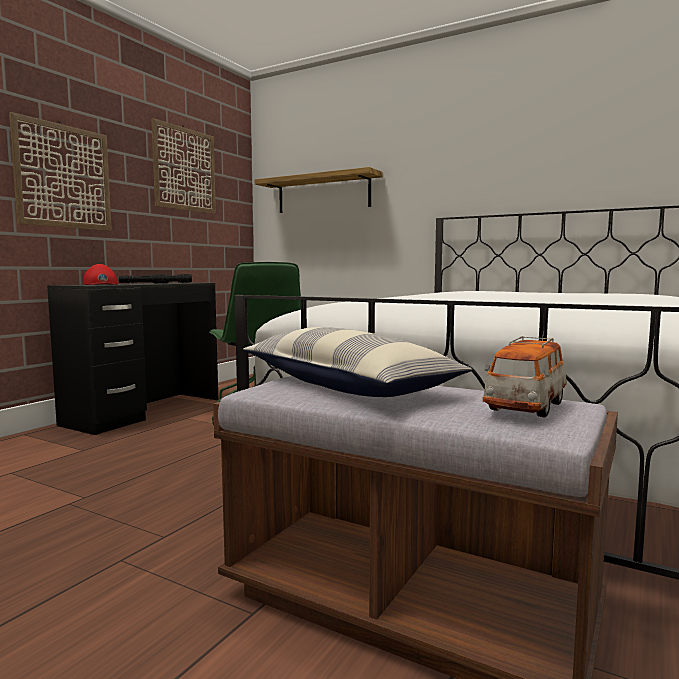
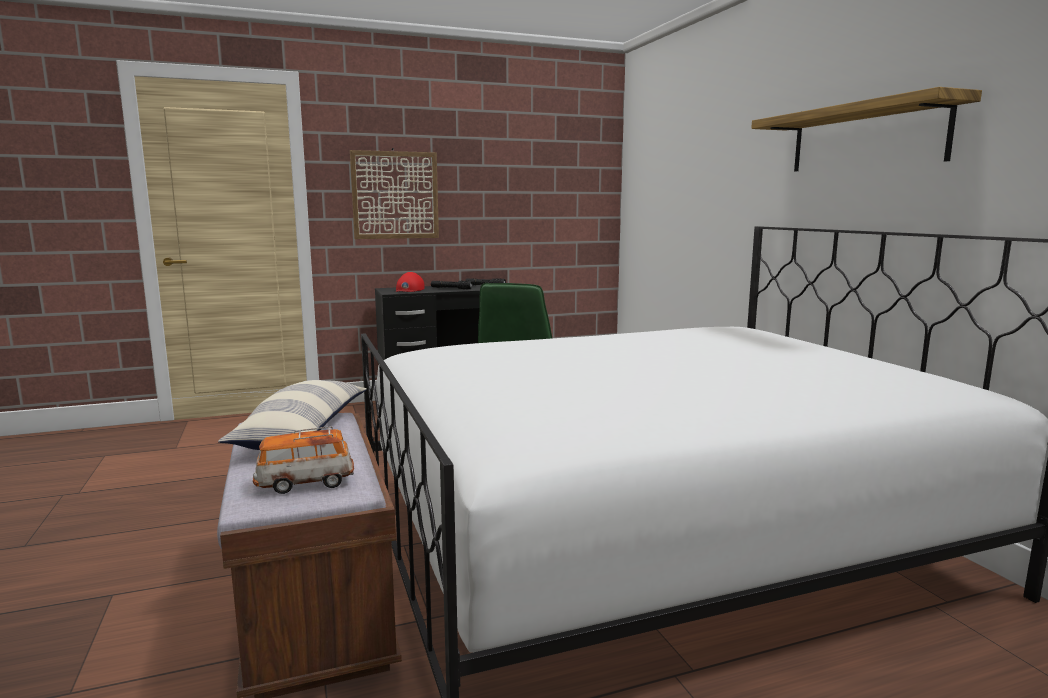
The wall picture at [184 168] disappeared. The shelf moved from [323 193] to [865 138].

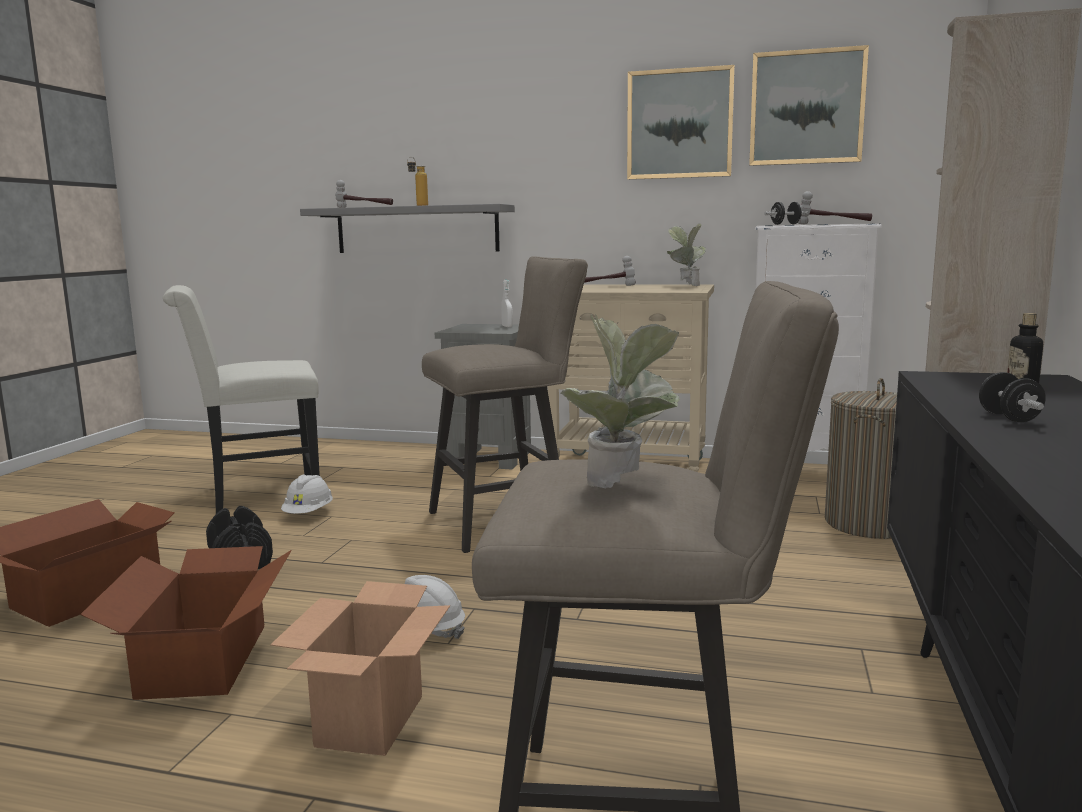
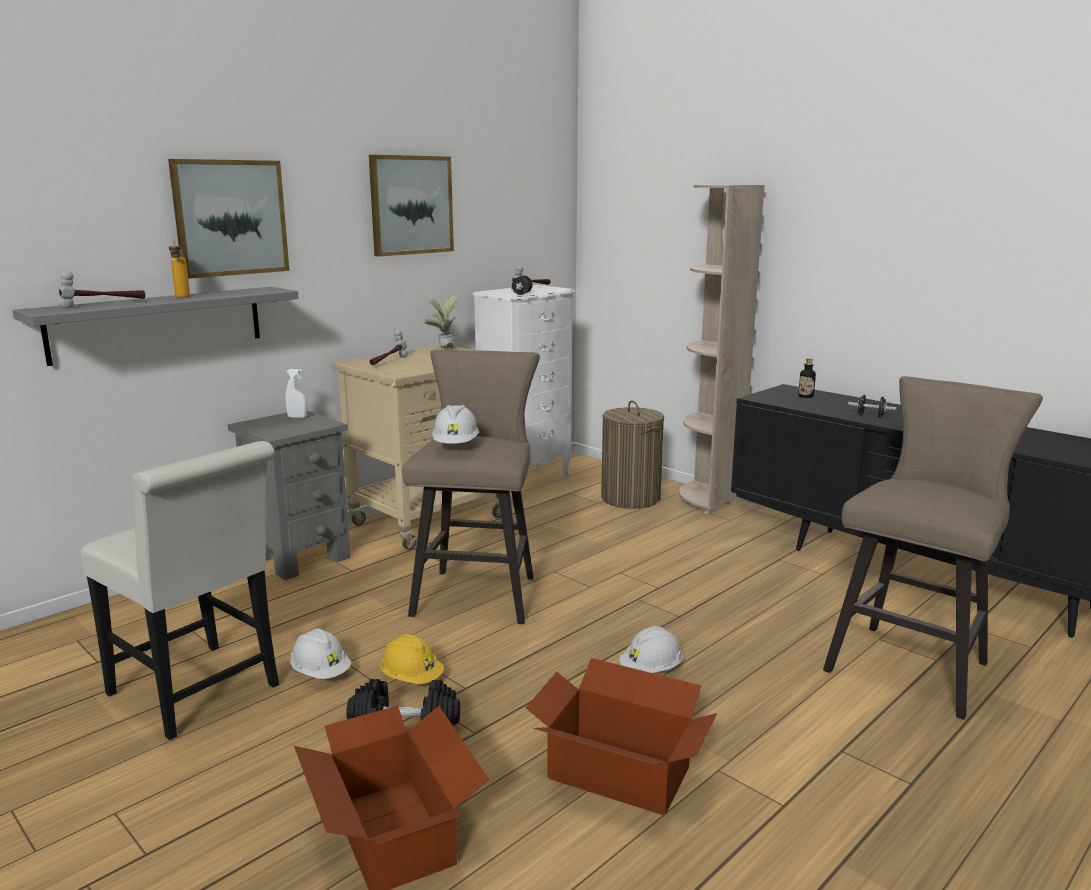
The whitish upright chair at [255 494] turned 60 degrees counterclockwise. The cardboard box at [370 721] disappeared. The potted plant at [625 485] disappeared. The wall picture moved from [806 108] to [230 218]. The yellow work helmet at [412 679] appeared. The whitish work helmet at [456 445] appeared.

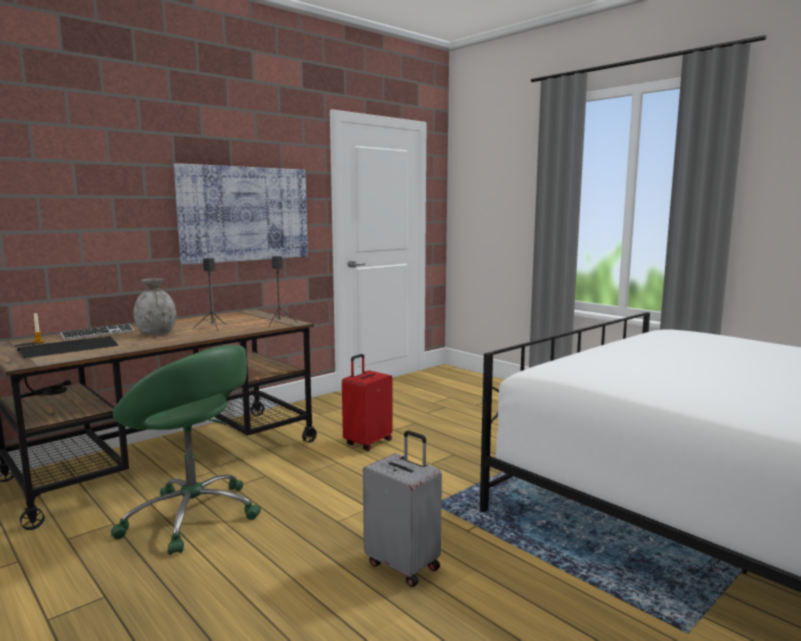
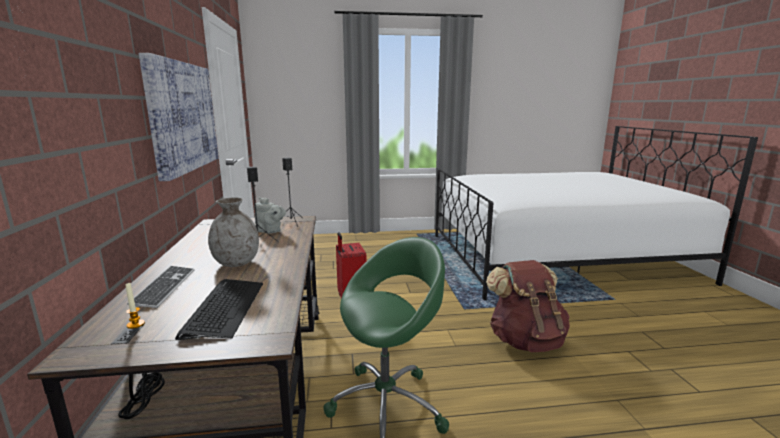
The gray travel case at [404 565] was replaced by the brownish knapsack at [525 340]. The gray pot for tea at [270 231] appeared.

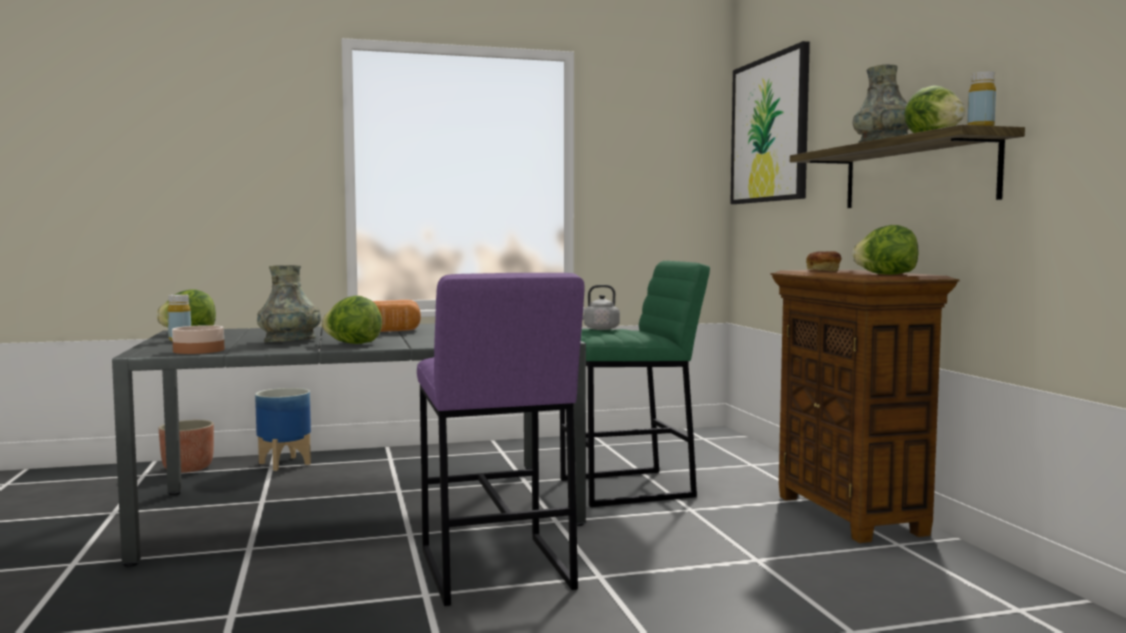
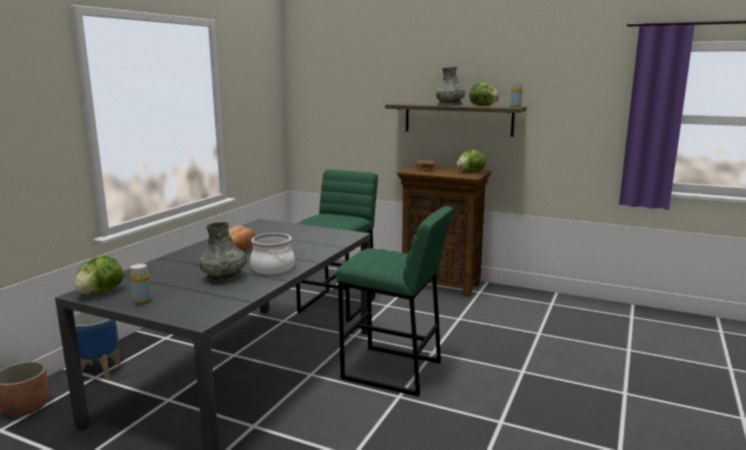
The serving bowl at [198 350] disappeared. The lettuce head at [353 343] was replaced by the saucepot at [273 268]. The purple-coloured stool at [496 570] became the greenish stool at [394 370]. The gray tea kettle at [599 329] disappeared. The wall picture at [769 130] disappeared.

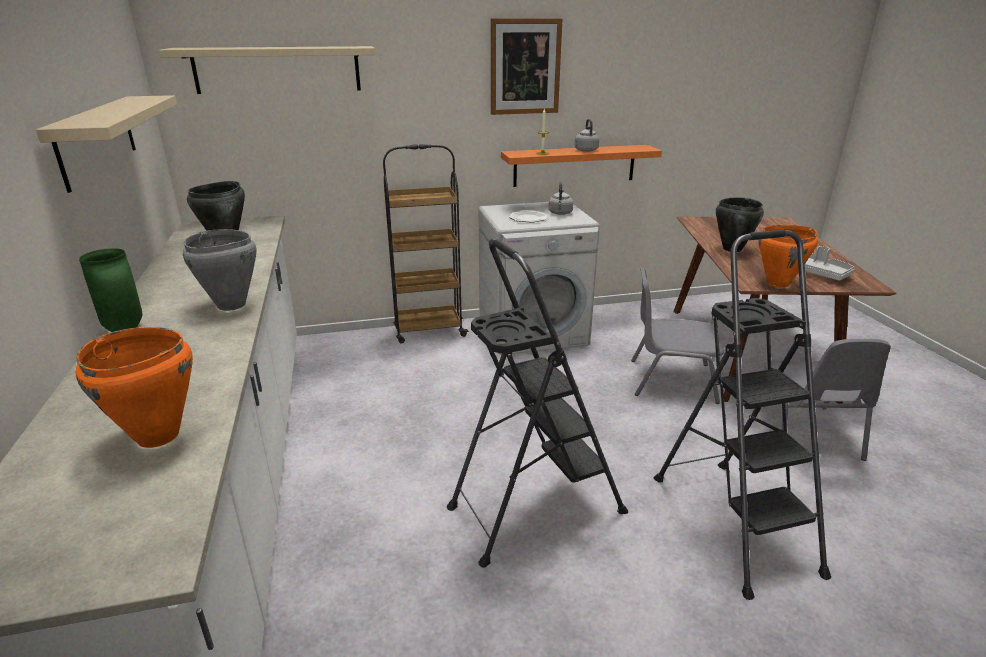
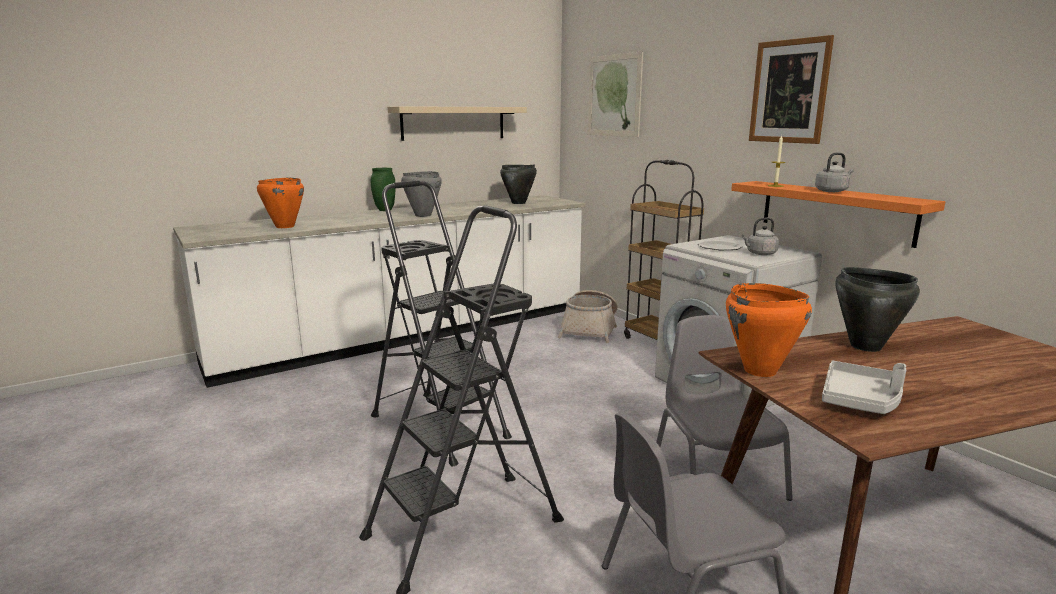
The beige-coloured shelf at [278 69] was replaced by the wall picture at [614 95]. The storage basket at [590 329] appeared.

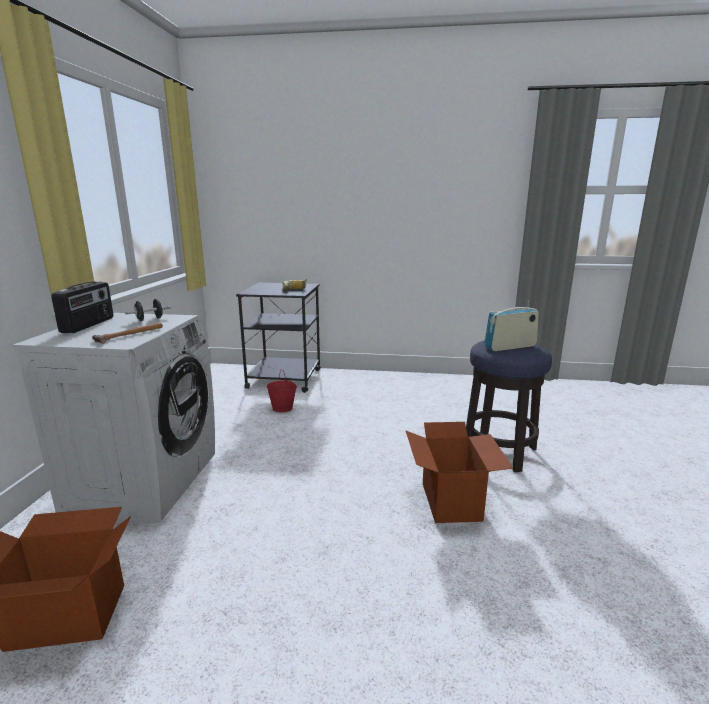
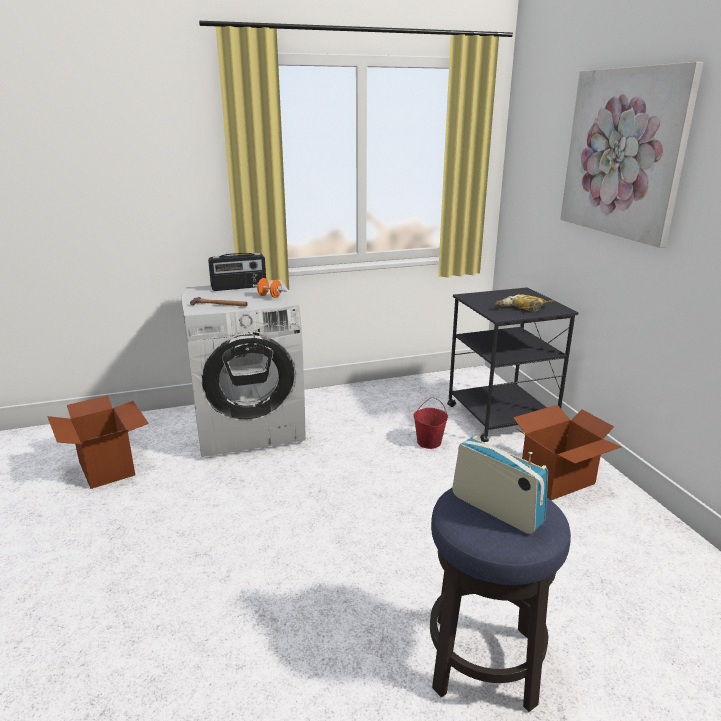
The black-coloured dumbbell at [150 319] became the orangey dumbbell at [270 296]. The cardboard box moved from [452 501] to [558 481]. The wall picture at [623 153] appeared.

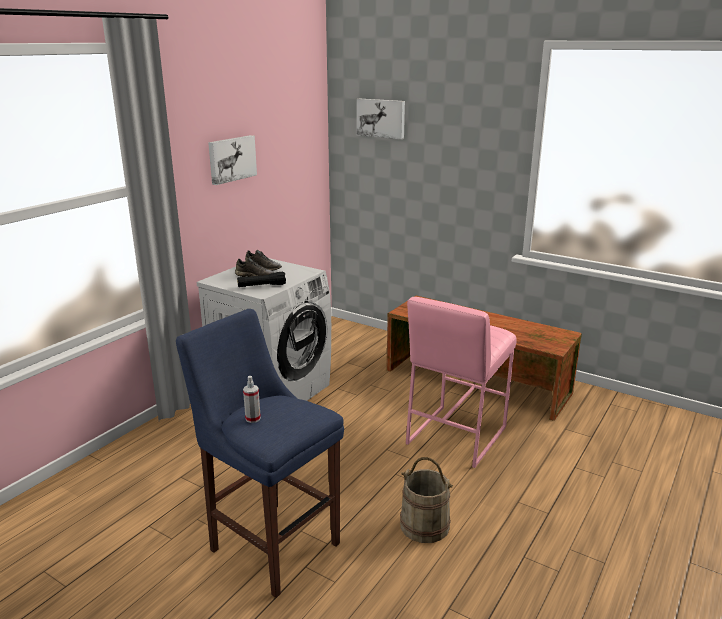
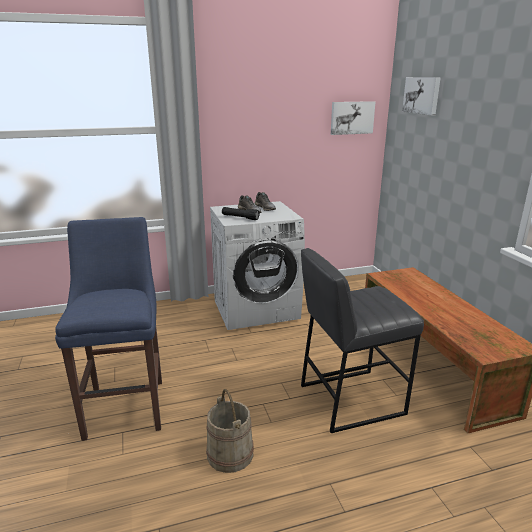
The wall picture moved from [231 159] to [351 117]. The hand sprayer at [253 418] disappeared. The pink-coloured stool at [455 436] became the gray stool at [350 399].

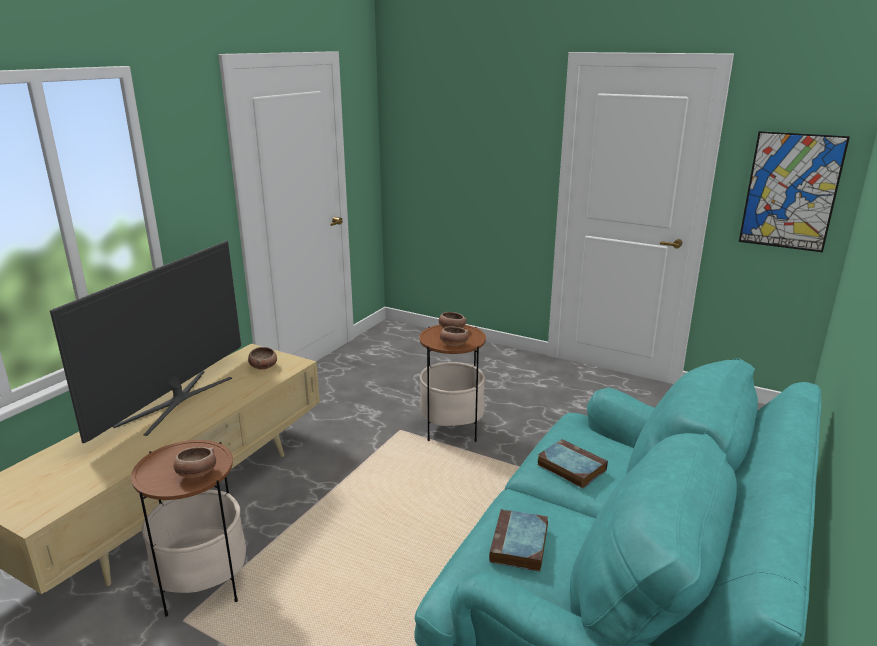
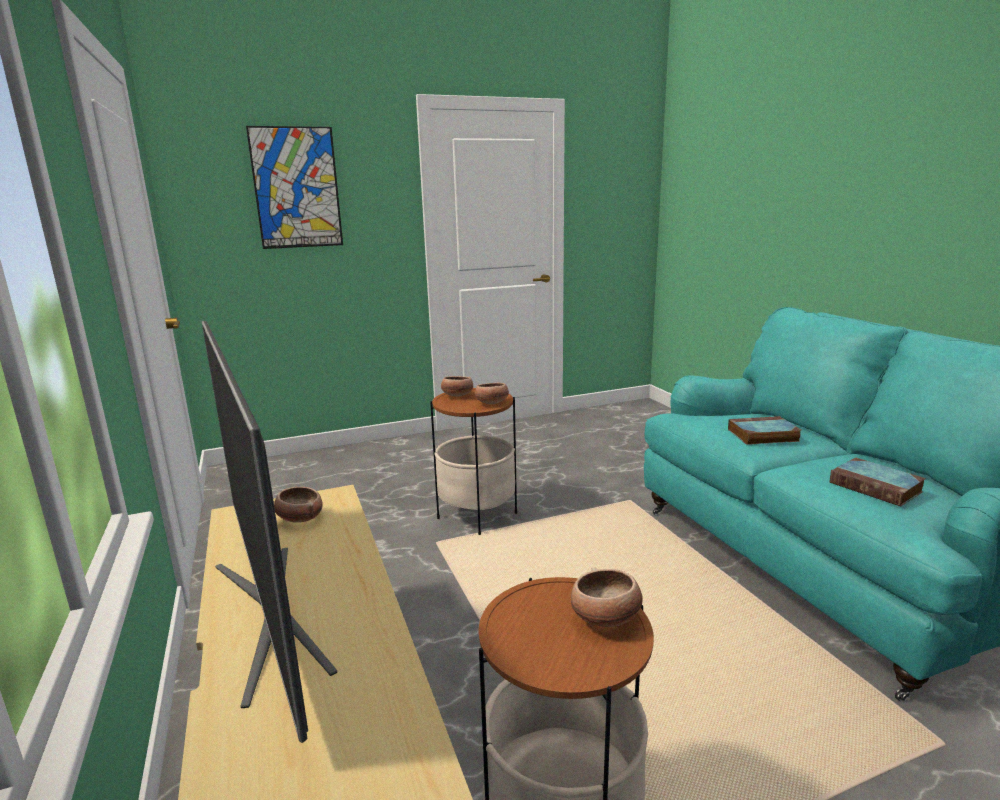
The wall picture moved from [791 191] to [296 188].

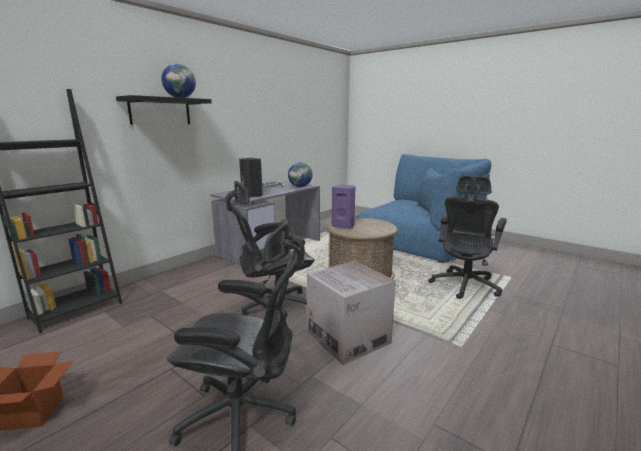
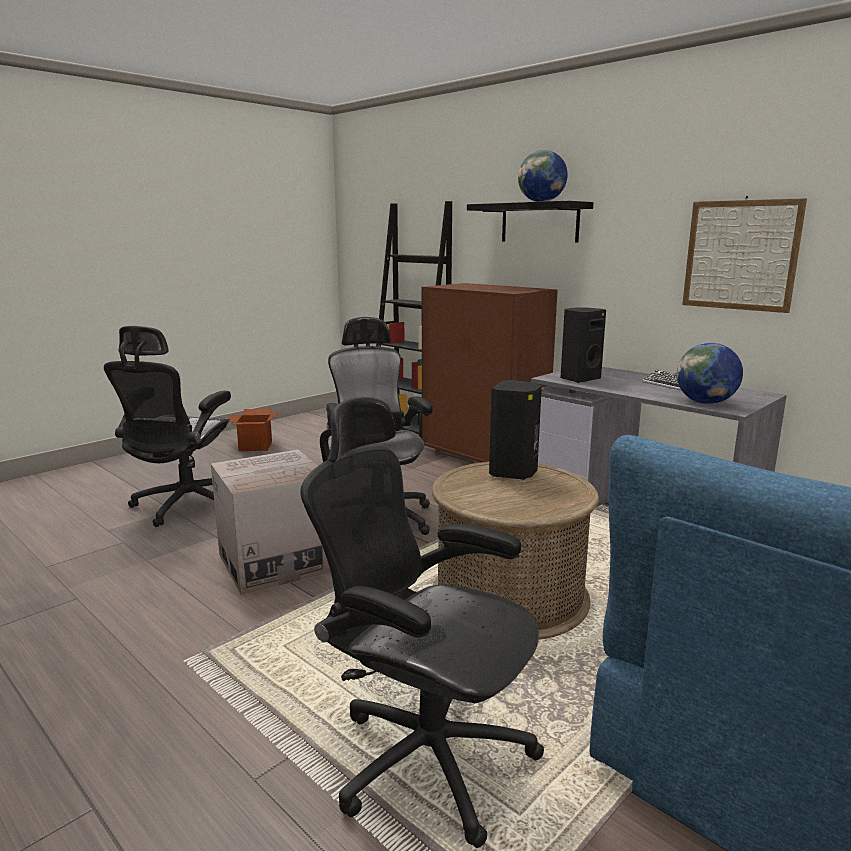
The purple-coloured speaker at [344 226] became the black-coloured speaker at [514 472]. The brownish cupboard at [484 458] appeared. The wall picture at [741 253] appeared.

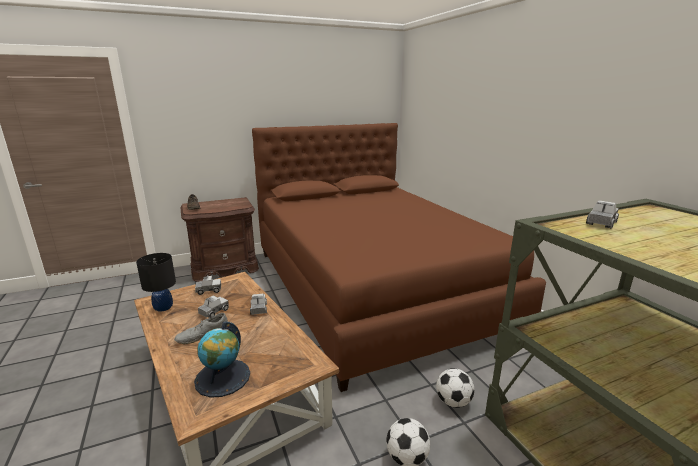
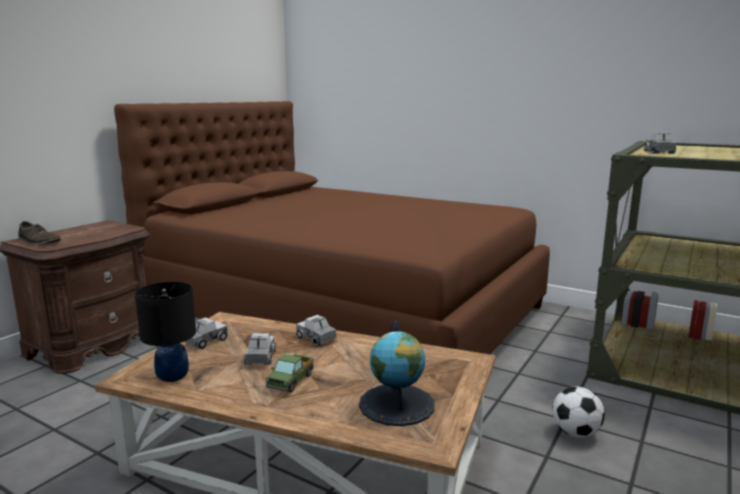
The gray low shoe at [202 334] was replaced by the model truck at [291 381]. The ball for football at [453 402] disappeared.

